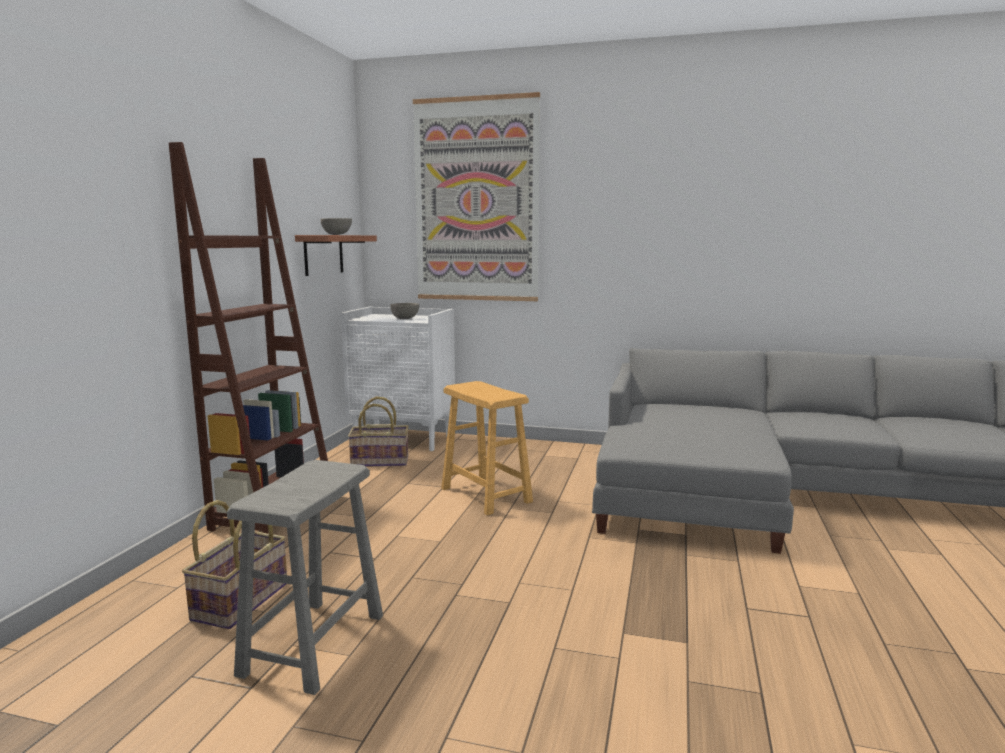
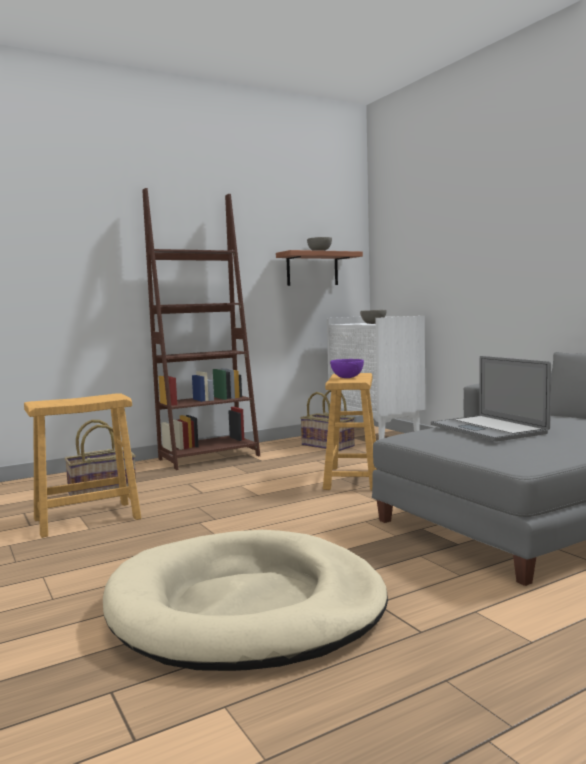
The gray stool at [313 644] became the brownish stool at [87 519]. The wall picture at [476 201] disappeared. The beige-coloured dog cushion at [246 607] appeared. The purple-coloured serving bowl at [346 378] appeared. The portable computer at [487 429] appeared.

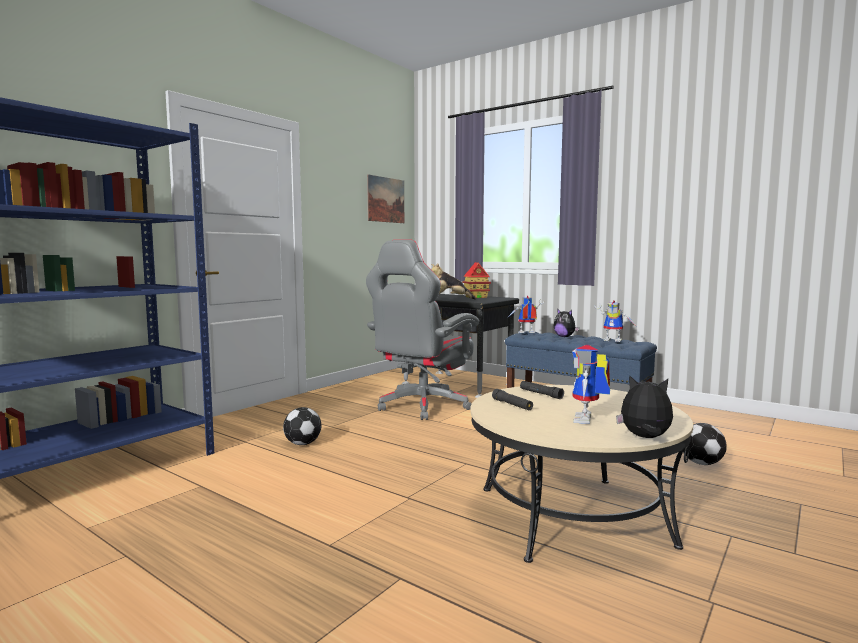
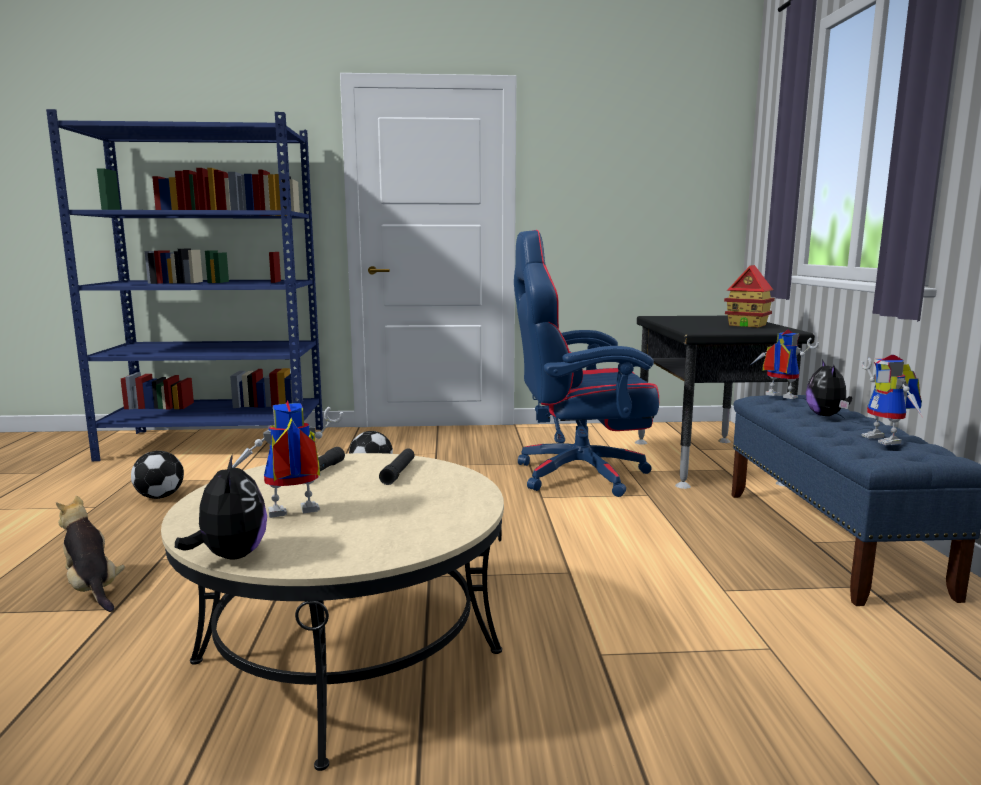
The gray office chair at [423 405] became the bluish office chair at [580 474]. The wall picture at [386 200] disappeared. The cuddly toy moved from [450 299] to [93 589]. The ball for football moved from [701 463] to [160 496].

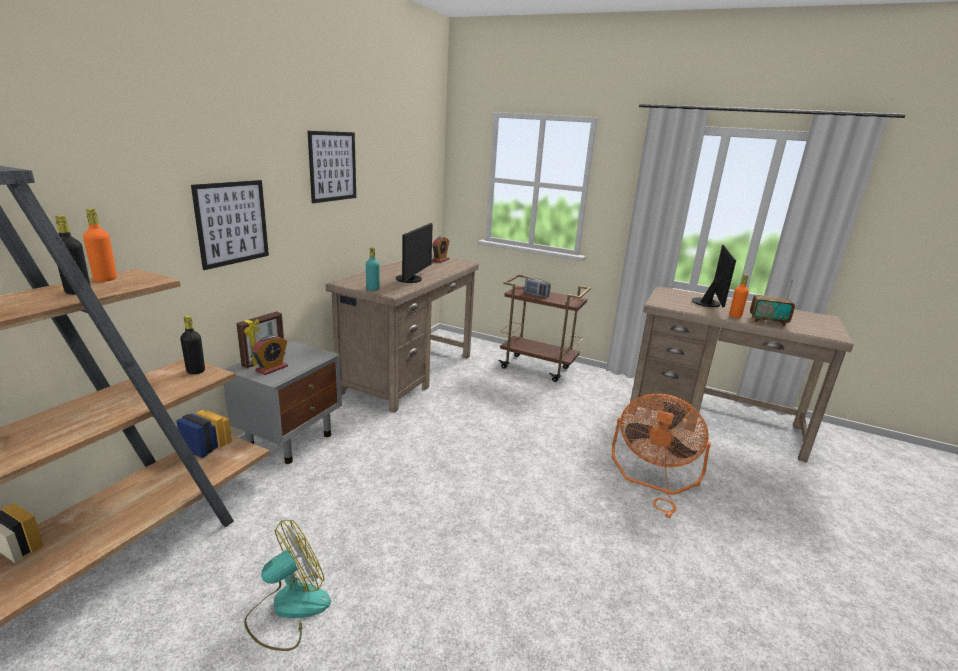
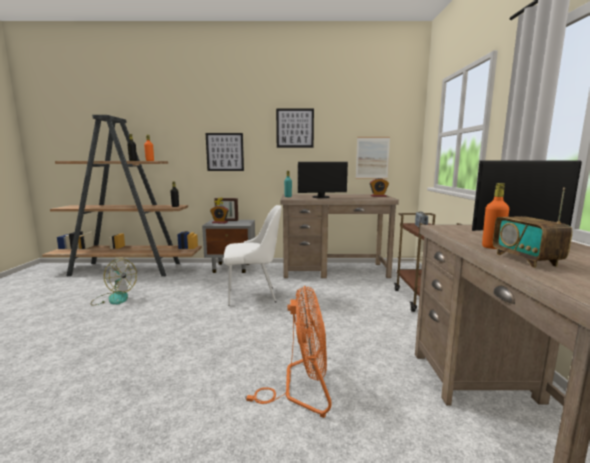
The whitish upright chair at [252 296] appeared. The wall picture at [372 157] appeared.

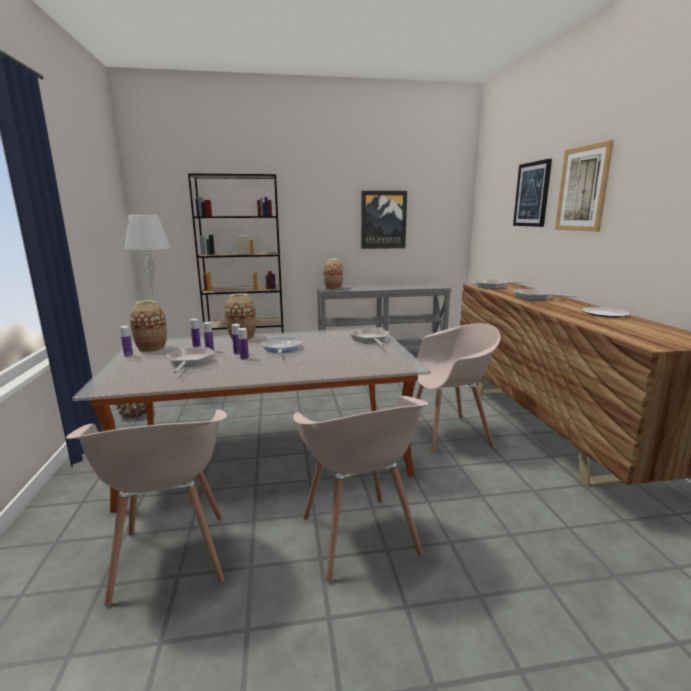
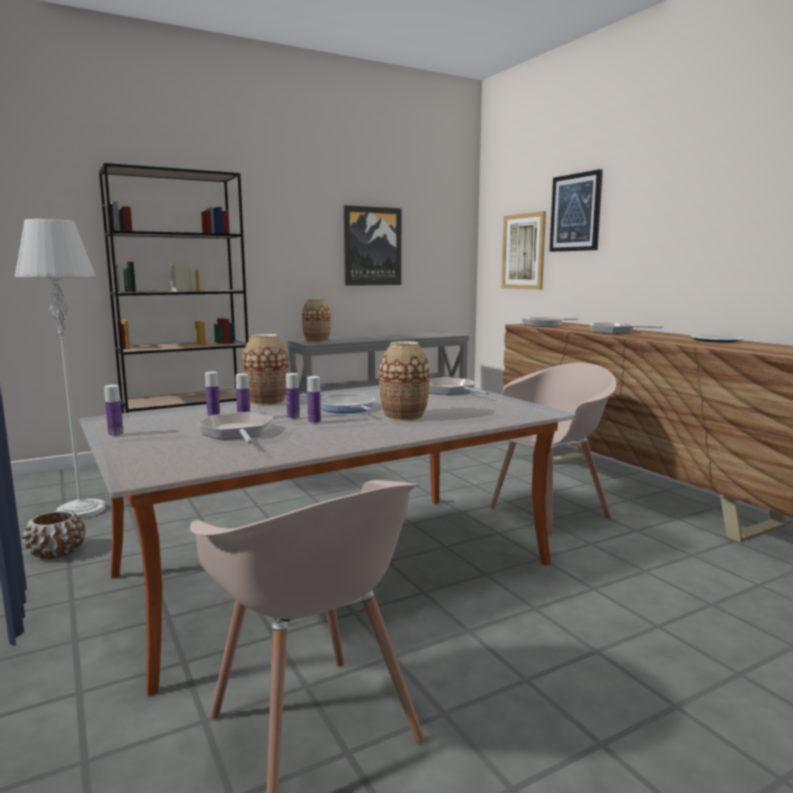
The vase moved from [152 348] to [404 416]. The beige-coloured upright chair at [359 537] disappeared. The wall picture moved from [582 189] to [523 251].

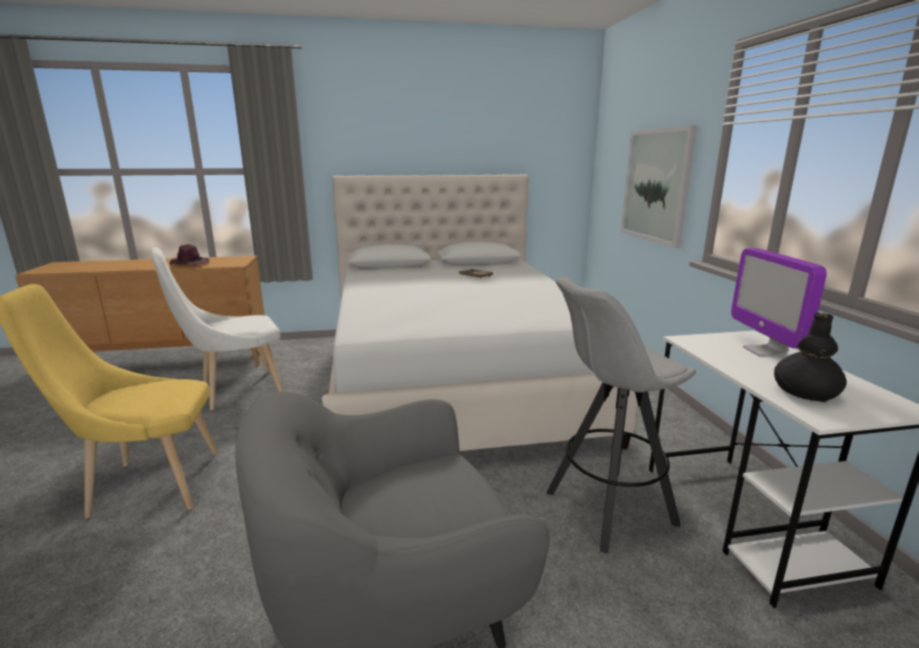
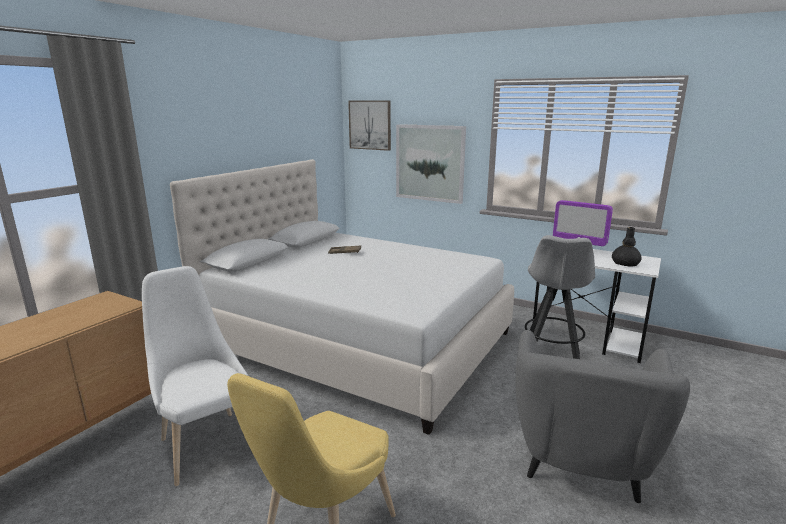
The whitish upright chair at [235 391] turned 135 degrees clockwise. The purple-coloured wearable hat at [189 264] disappeared. The wall picture at [370 125] appeared.

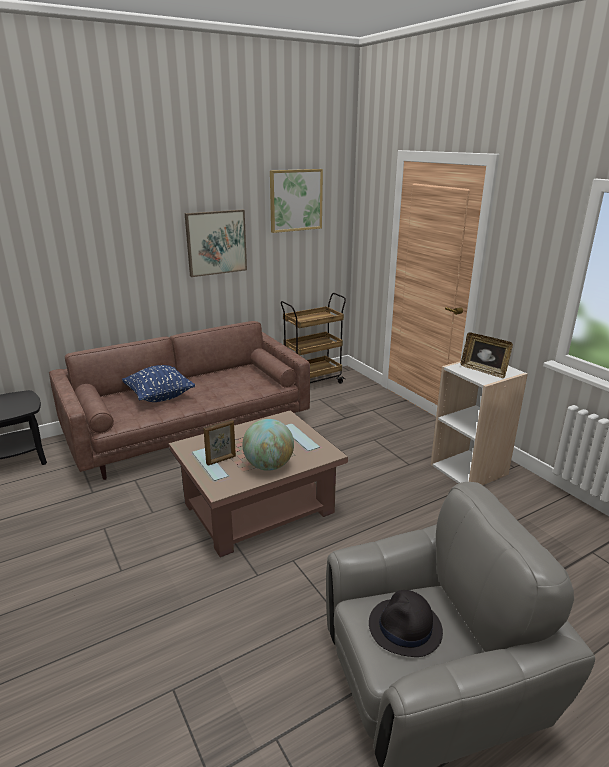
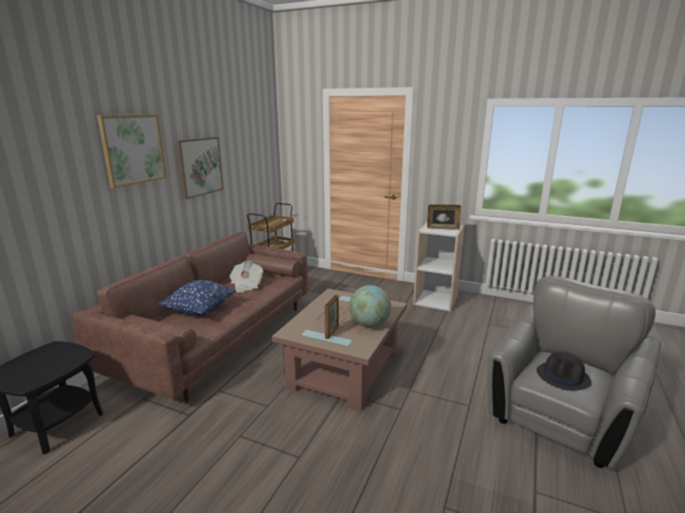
The wall picture moved from [295 200] to [133 149]. The daily paper at [246 285] appeared.

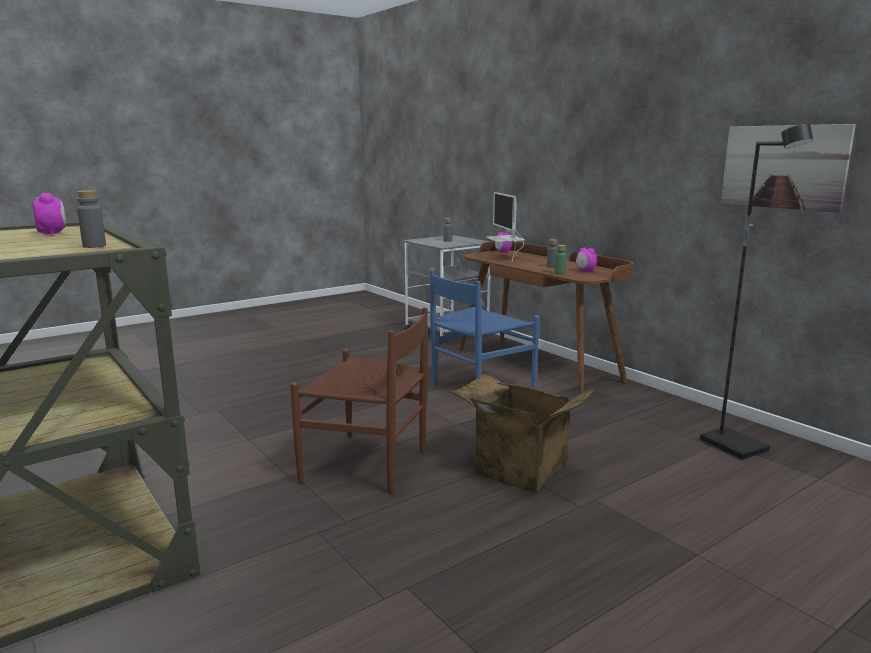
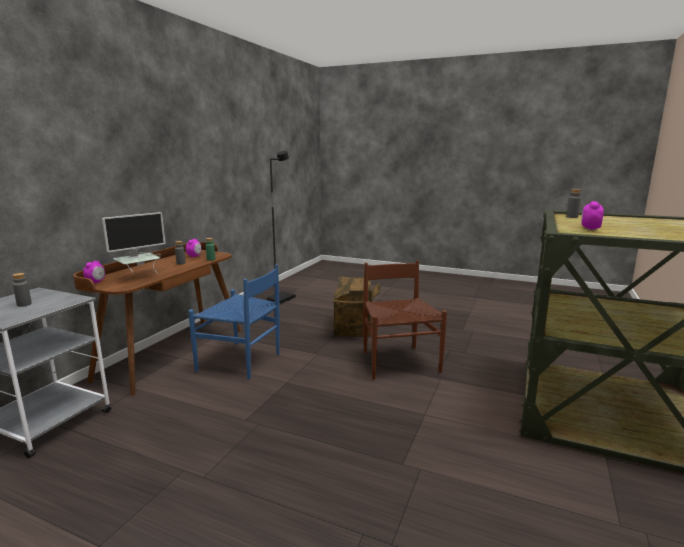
The wall picture at [783 167] disappeared.

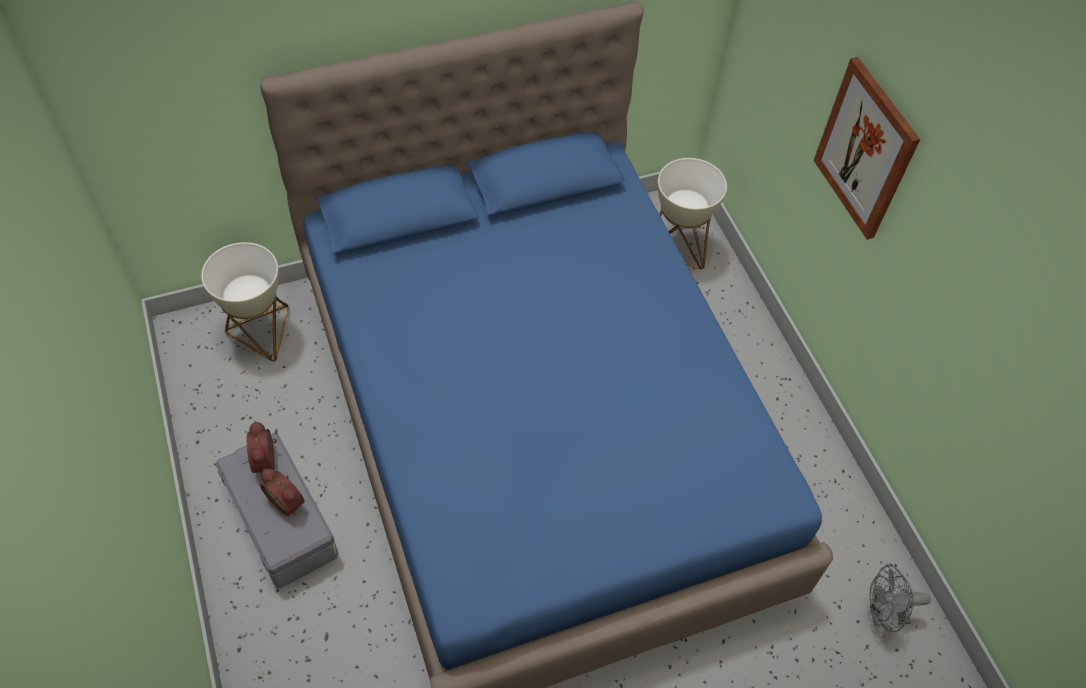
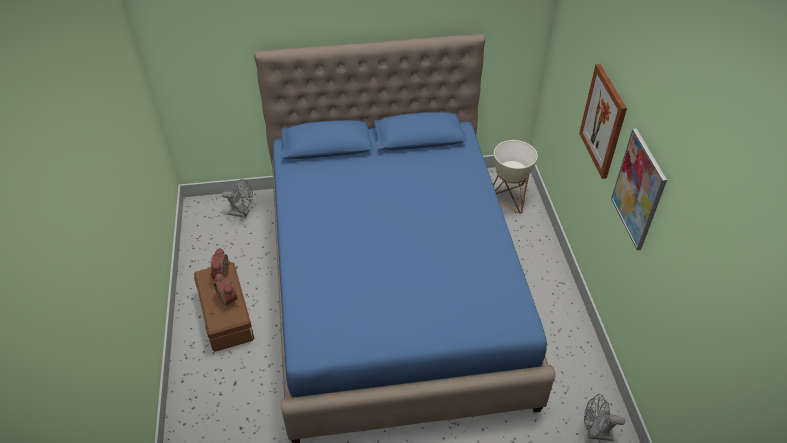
The plant pot at [260 332] was replaced by the gray electric fan at [242 213]. The gray storage container at [283 520] became the brownish storage container at [227 315]. The wall picture at [638 190] appeared.

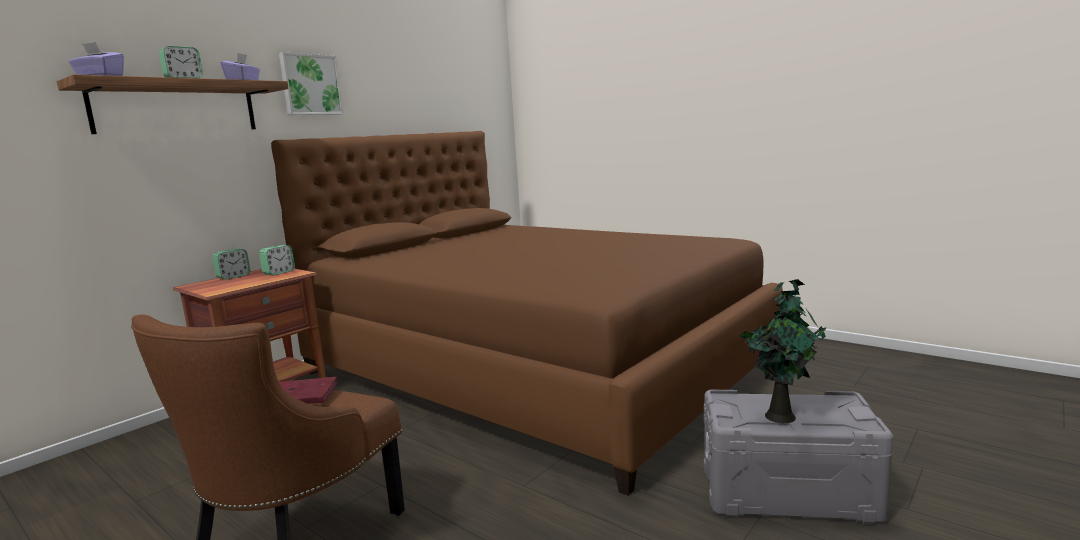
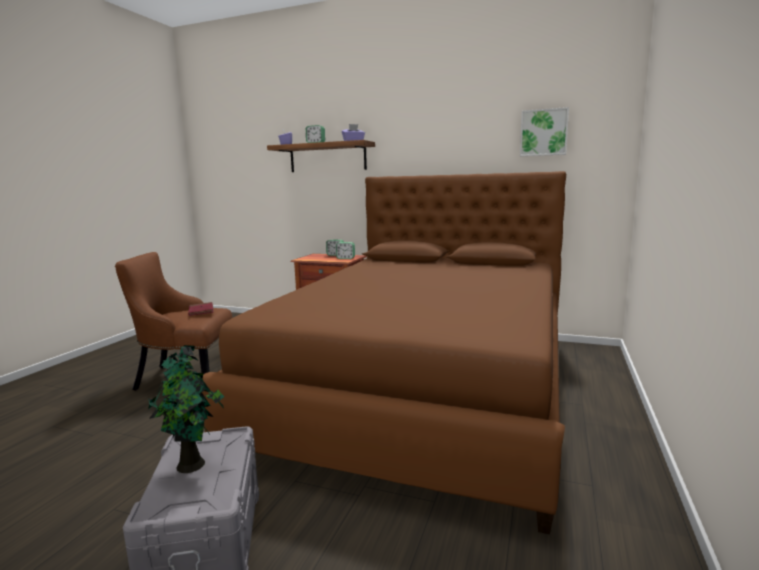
The wall picture moved from [310 85] to [543 132].

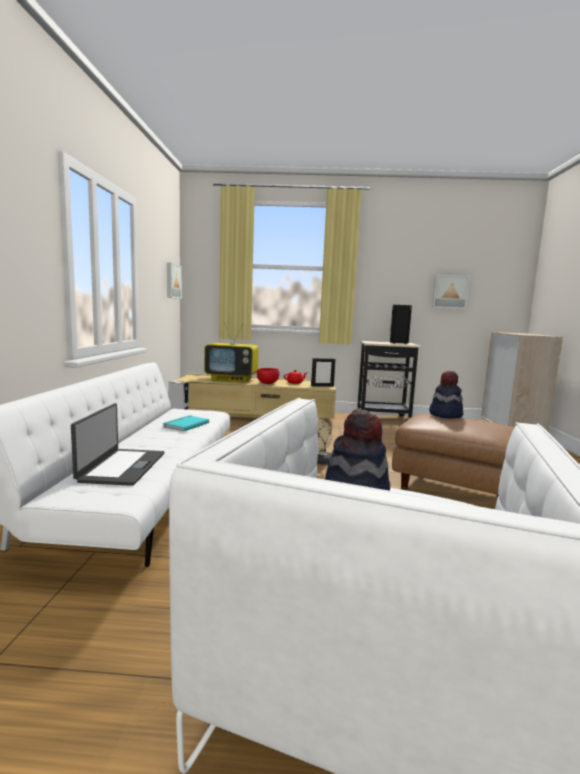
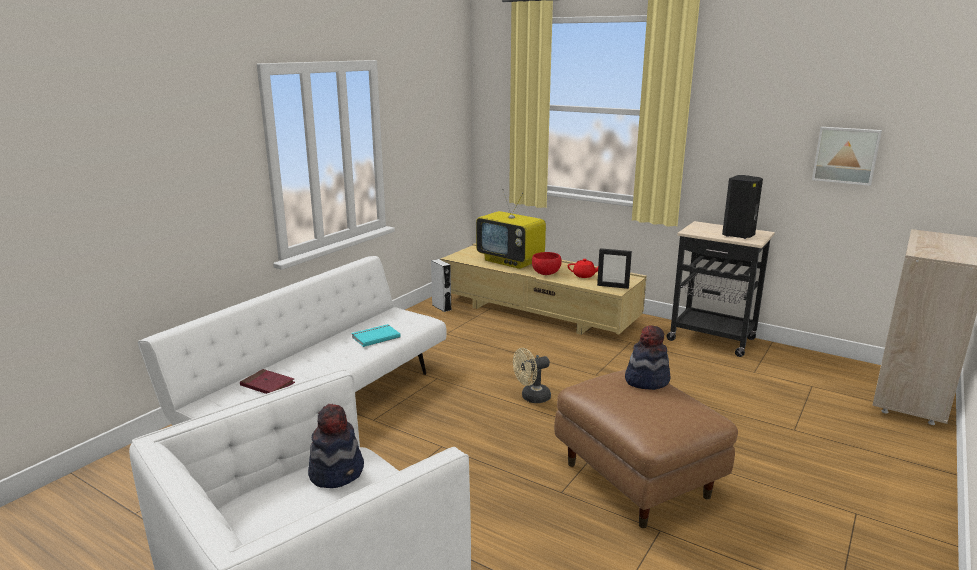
The portable computer at [122 467] was replaced by the reddish book at [267 385]. The wall picture at [172 281] disappeared.

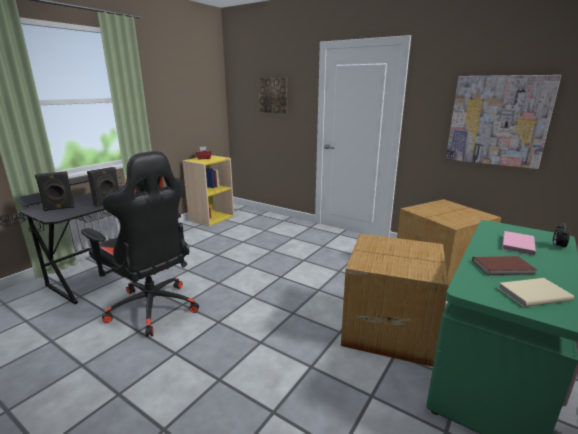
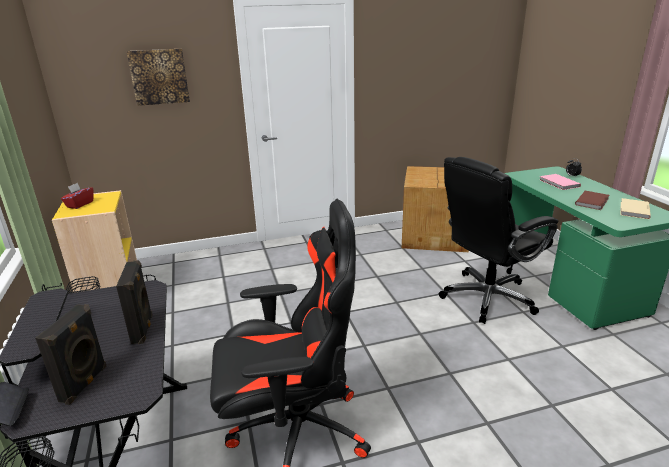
The cardboard box at [387 327] was replaced by the black-coloured office chair at [487 297]. The wall picture at [498 121] disappeared.

